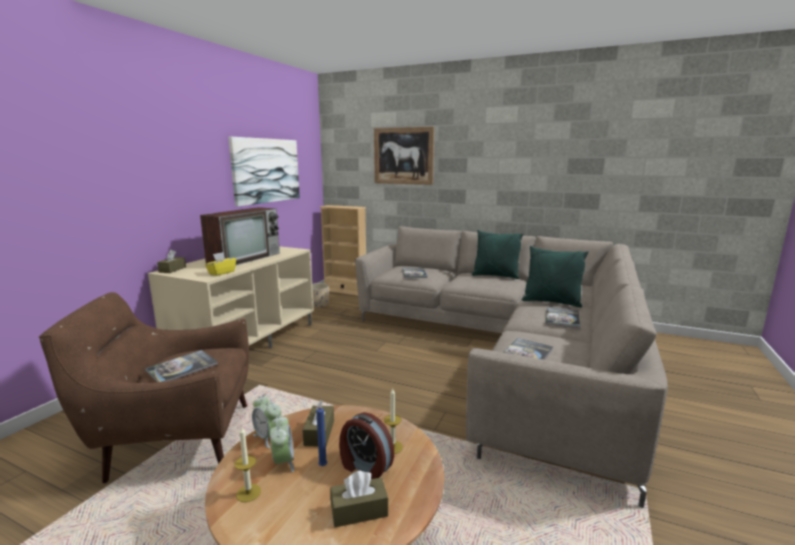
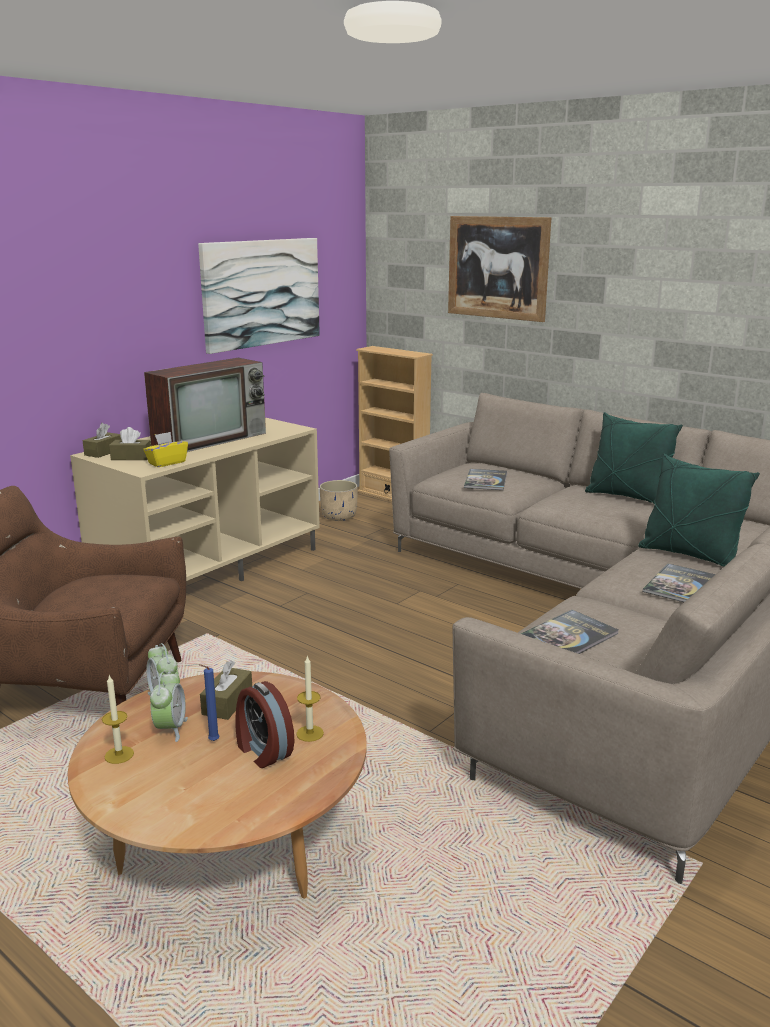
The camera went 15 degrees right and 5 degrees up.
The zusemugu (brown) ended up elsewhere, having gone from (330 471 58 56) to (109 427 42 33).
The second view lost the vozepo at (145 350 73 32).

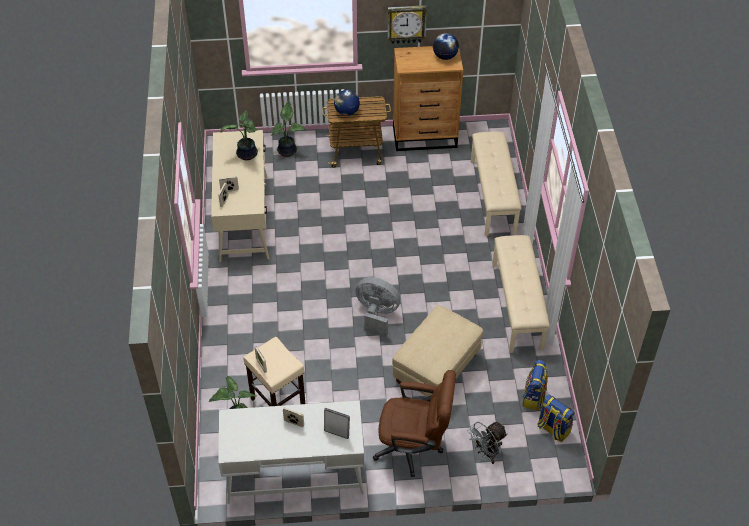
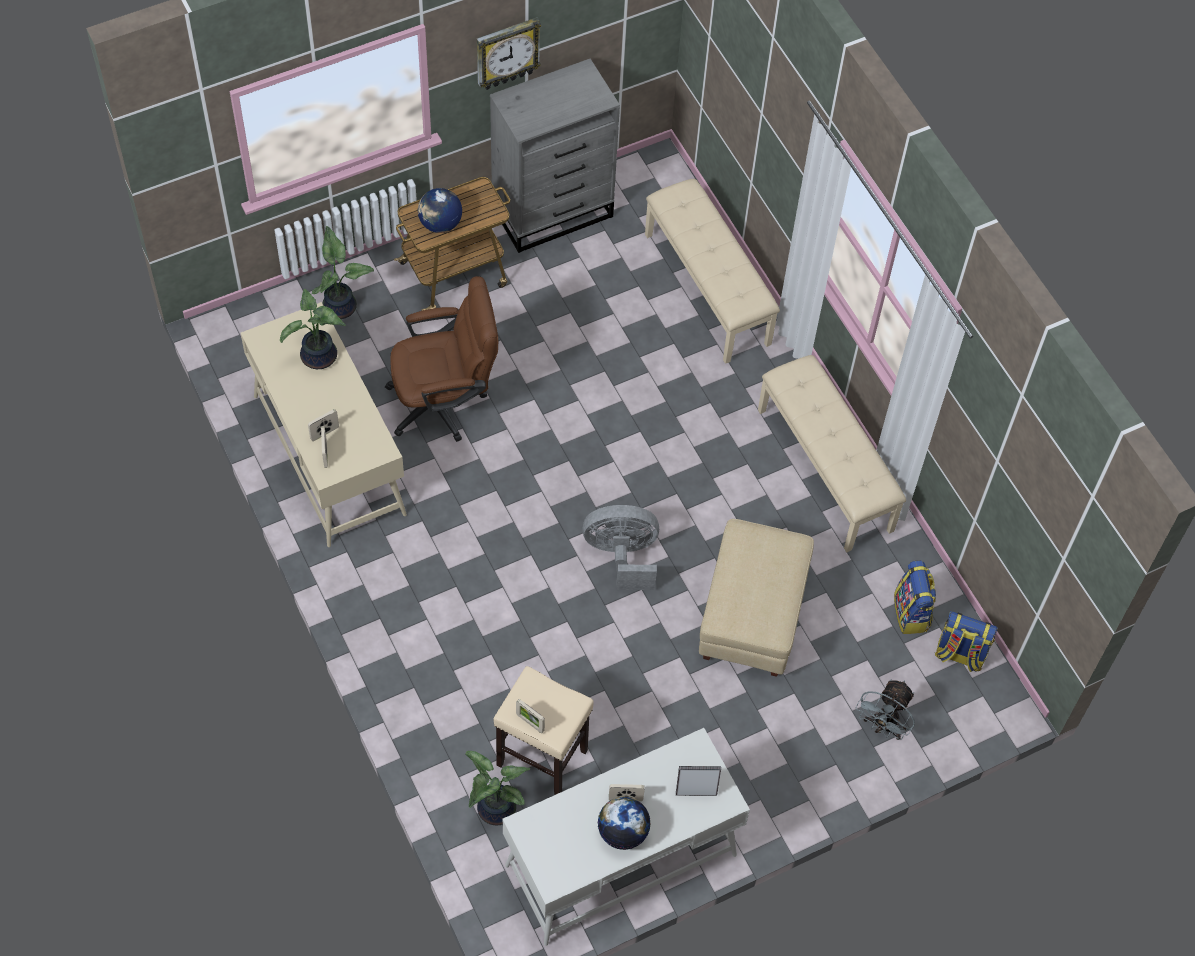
The camera went 25 degrees left and 10 degrees up.
The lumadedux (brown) ended up elsewhere, having gone from (373 370 83 107) to (385 276 113 166).
What was the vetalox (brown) at (393 46 70 105) turned into the vetalox (grey) at (490 59 130 194).
The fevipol ended up elsewhere, having gone from (433 33 26 27) to (598 796 52 54).

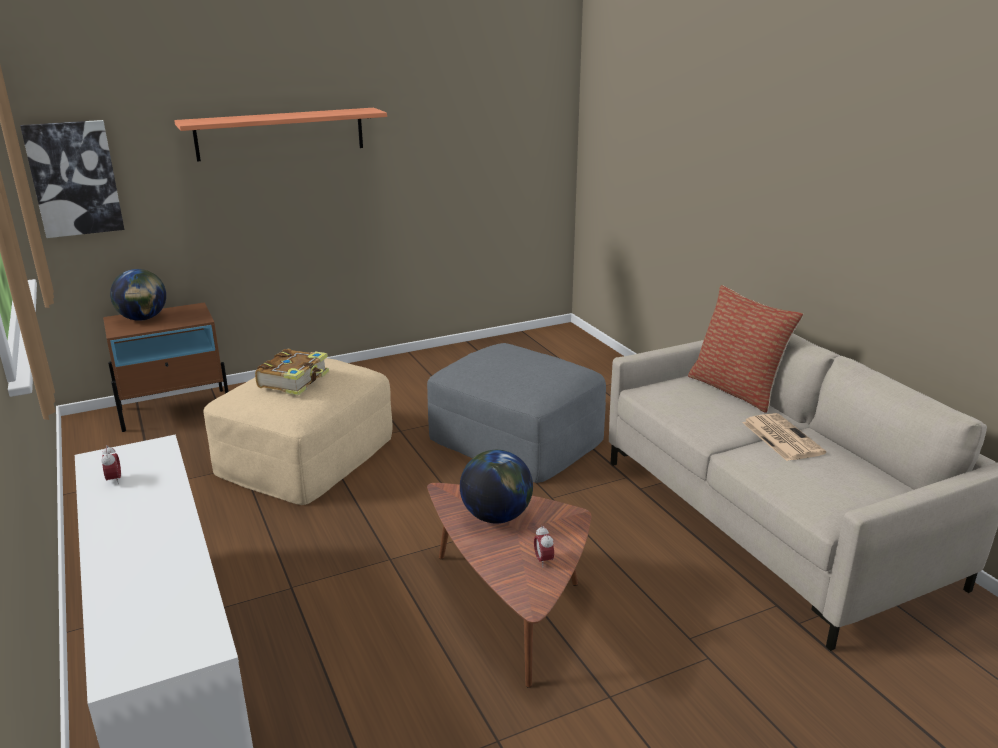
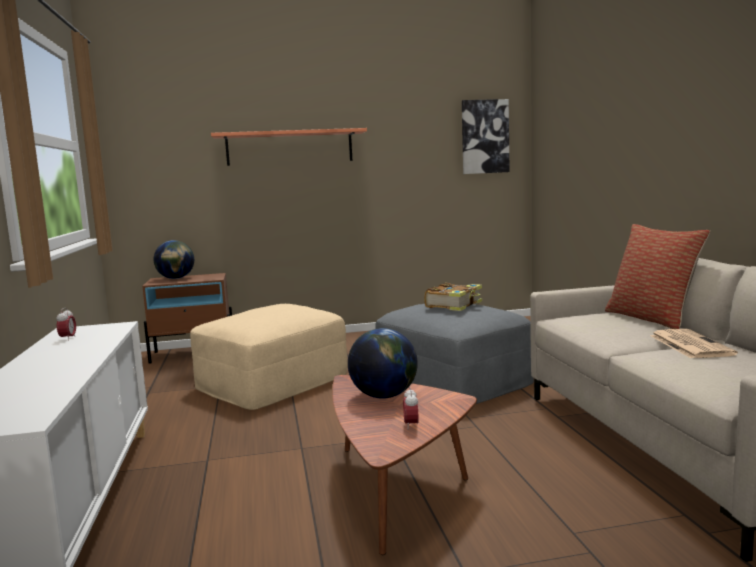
The camera went 15 degrees right and 15 degrees down.
The vozepo ended up elsewhere, having gone from (255 349 74 47) to (424 283 58 28).
The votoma ended up elsewhere, having gone from (20 120 104 118) to (462 99 47 75).

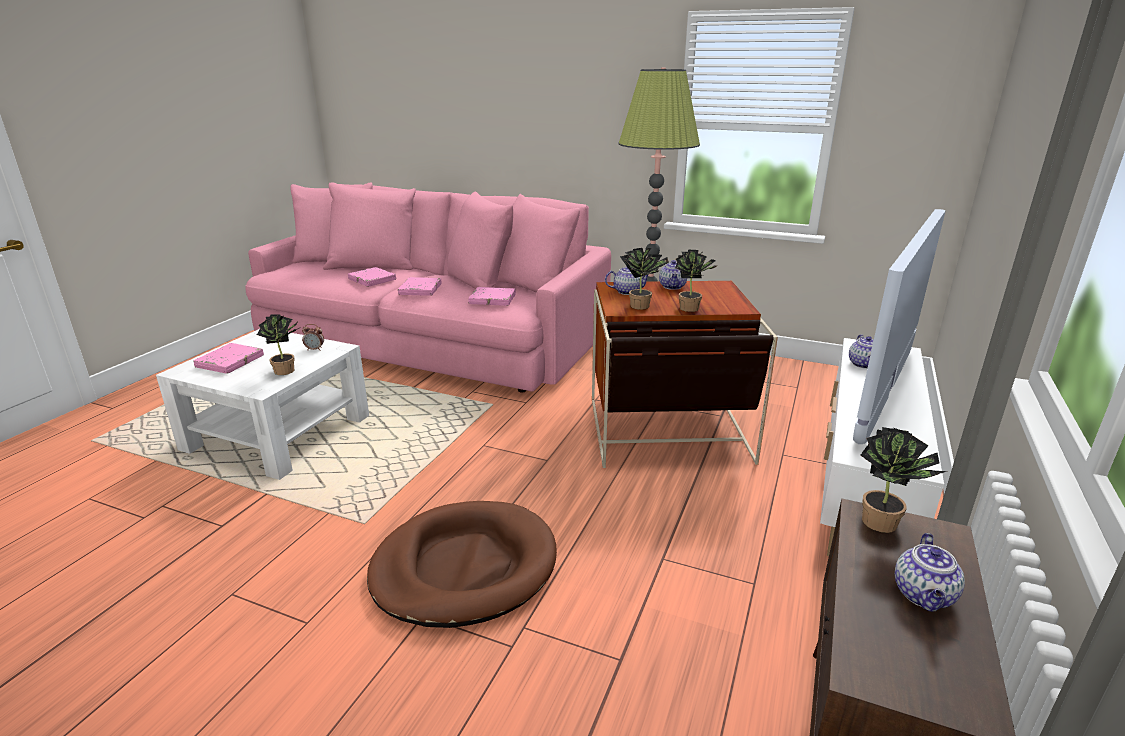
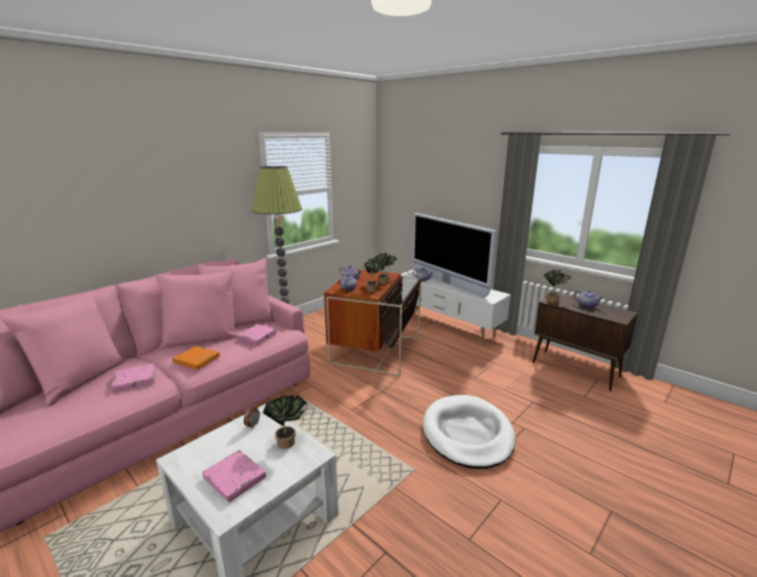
The camera went 70 degrees left and 5 degrees down.
What was the vozepo (pink) at (398 277 44 19) turned into the vozepo (orange) at (172 346 48 24).
What was the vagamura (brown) at (367 501 190 127) turned into the vagamura (white) at (423 395 92 74).

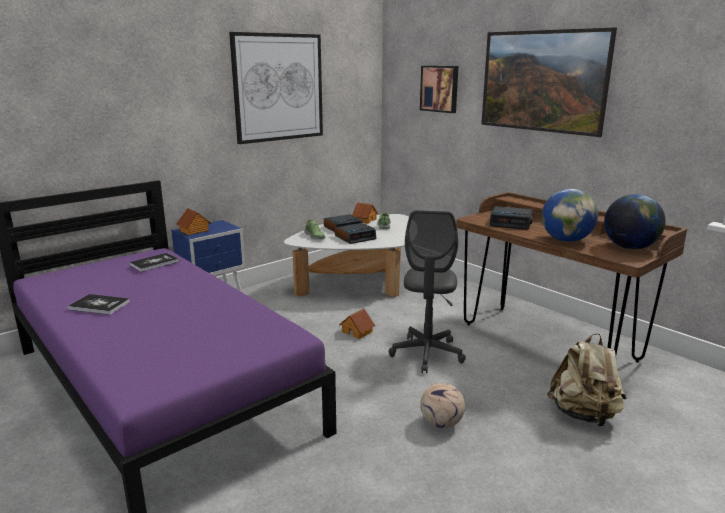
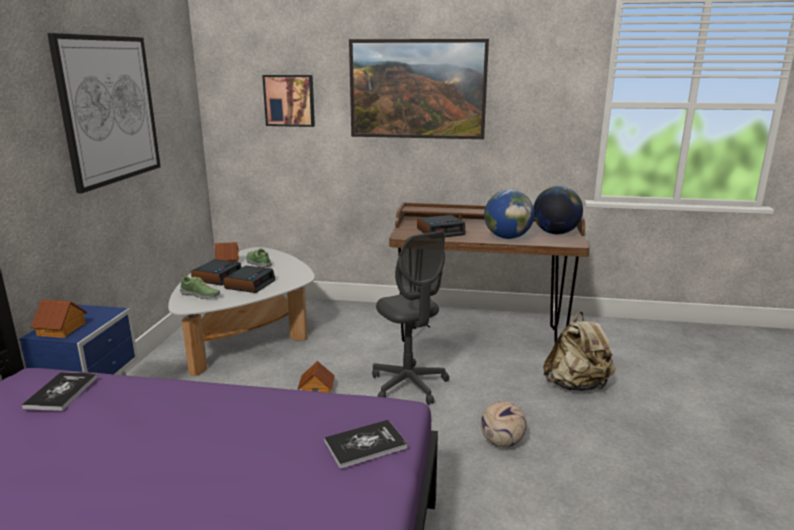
The camera went 40 degrees left and 0 degrees up.
The vozepo ended up elsewhere, having gone from (67 294 63 21) to (324 420 84 49).

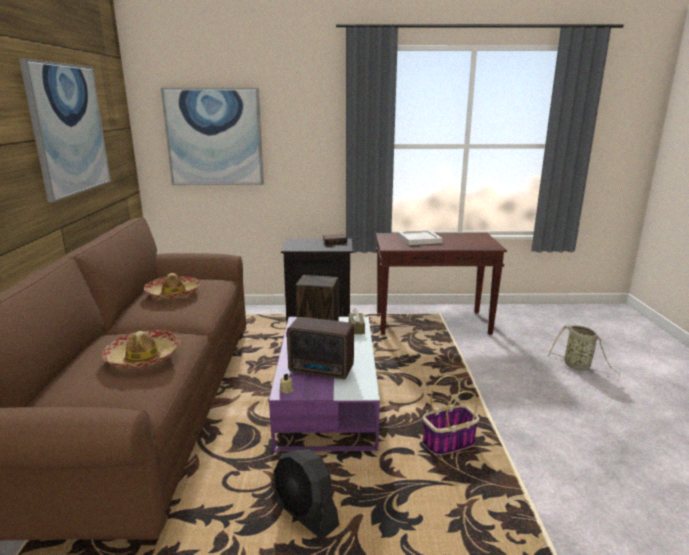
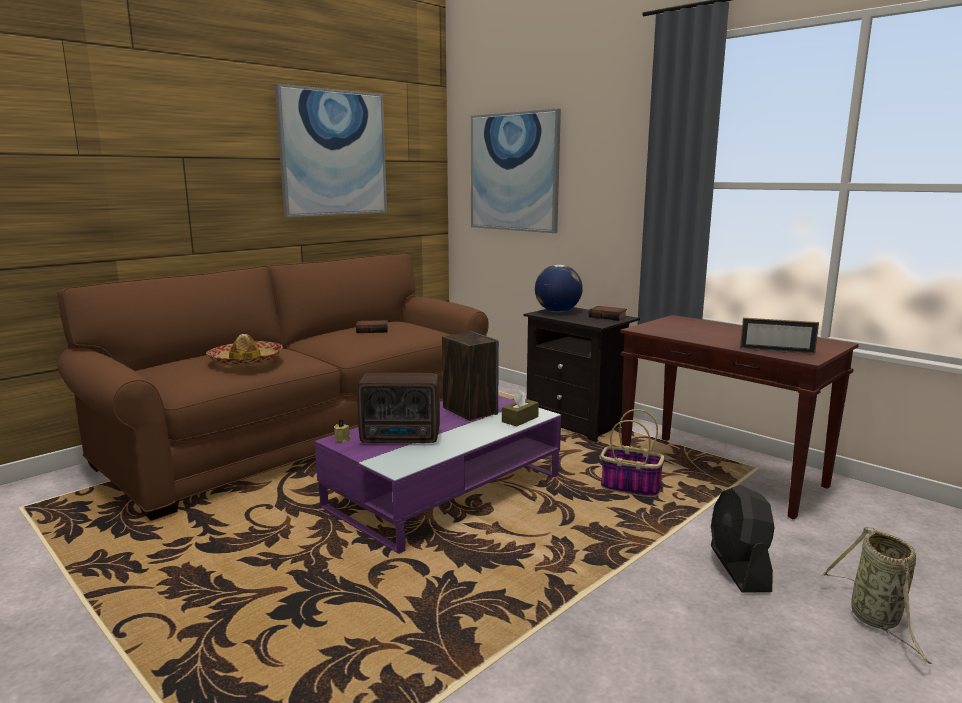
The camera went 45 degrees right and 5 degrees down.
Where the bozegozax stood at (144 273 57 26), the vozepo came to stand at (356 320 32 13).
The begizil at (287 317 67 62) ended up facing another way, 60 degrees counterclockwise from before.
The second view gained the fevipol at (535 264 48 48).
The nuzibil ended up elsewhere, having gone from (422 375 57 80) to (601 409 64 88).
The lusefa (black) ended up elsewhere, having gone from (273 449 66 91) to (711 485 64 108).
The second view gained the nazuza at (740 318 79 37).
The second view lost the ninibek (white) at (398 230 44 15).

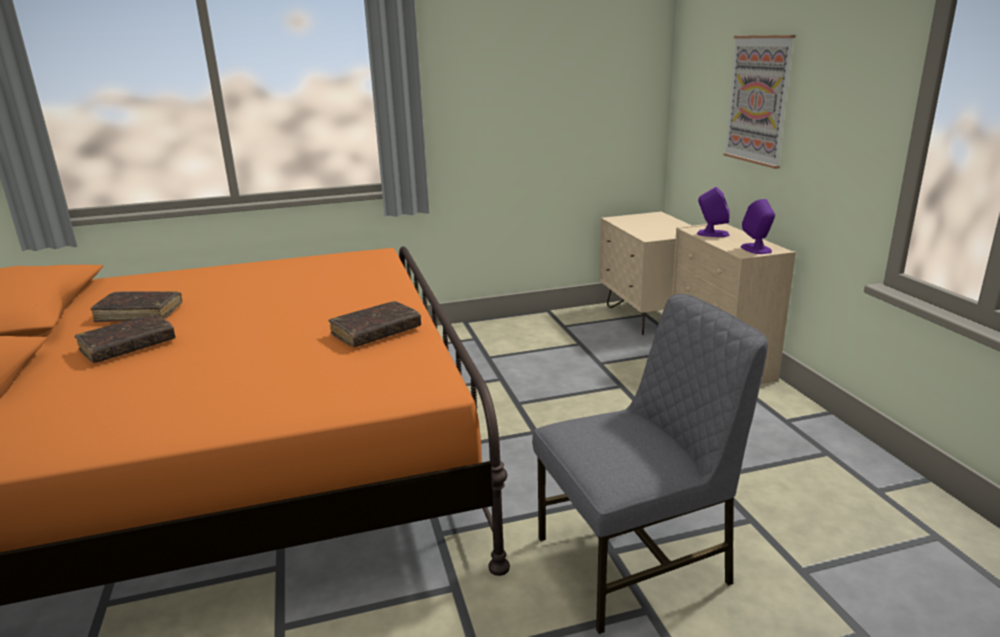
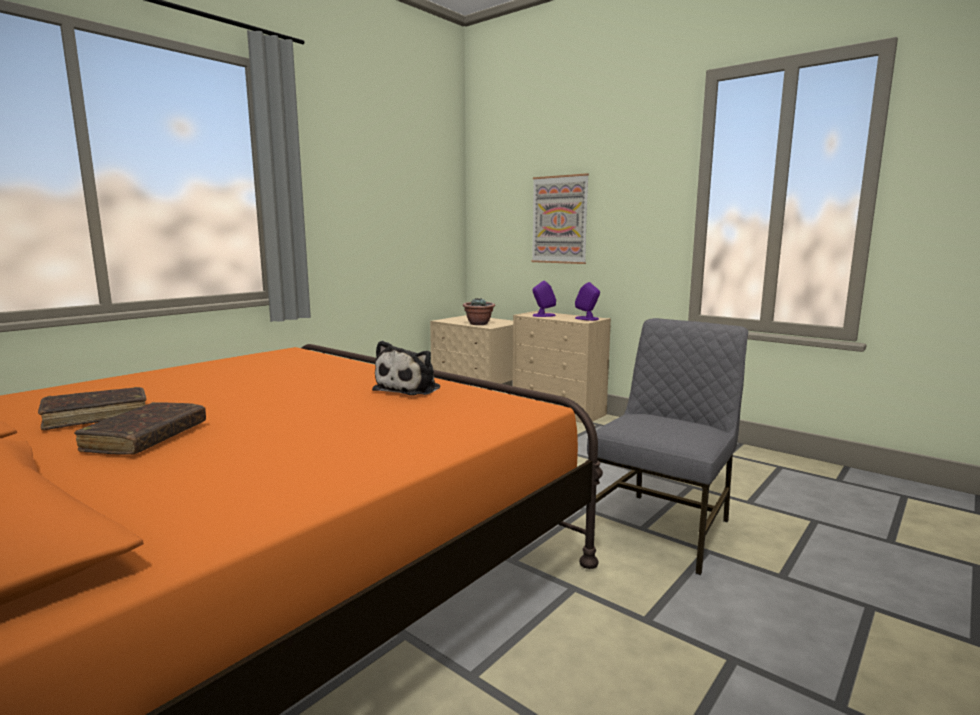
The camera went 35 degrees left and 10 degrees down.
Where the vozepo (brown) stood at (329 301 92 46), the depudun came to stand at (372 341 68 54).
The second view gained the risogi at (463 298 32 27).

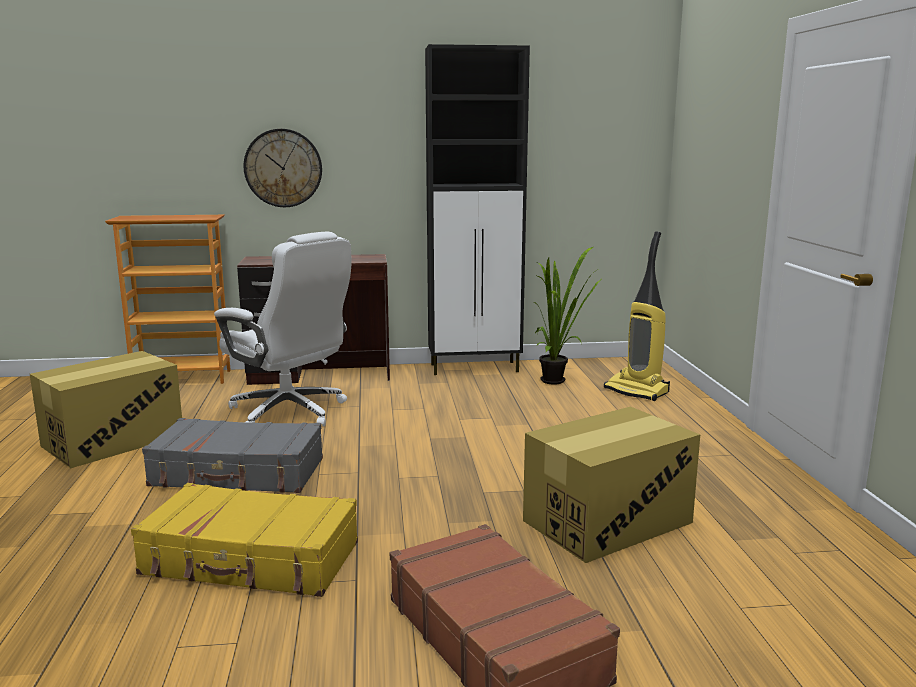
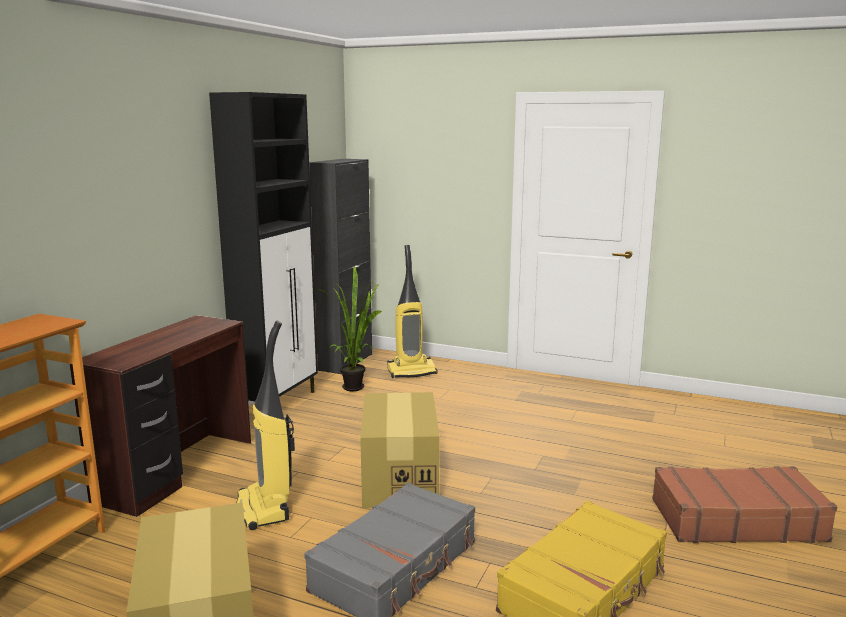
The camera went 60 degrees left and 0 degrees up.
Where the lumadedux (white) stood at (214 232 137 194), the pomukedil came to stand at (236 321 59 209).
The second view gained the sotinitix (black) at (309 159 63 215).
The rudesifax ended up elsewhere, having gone from (523 407 177 156) to (360 392 80 117).
The second view lost the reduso at (243 129 79 78).

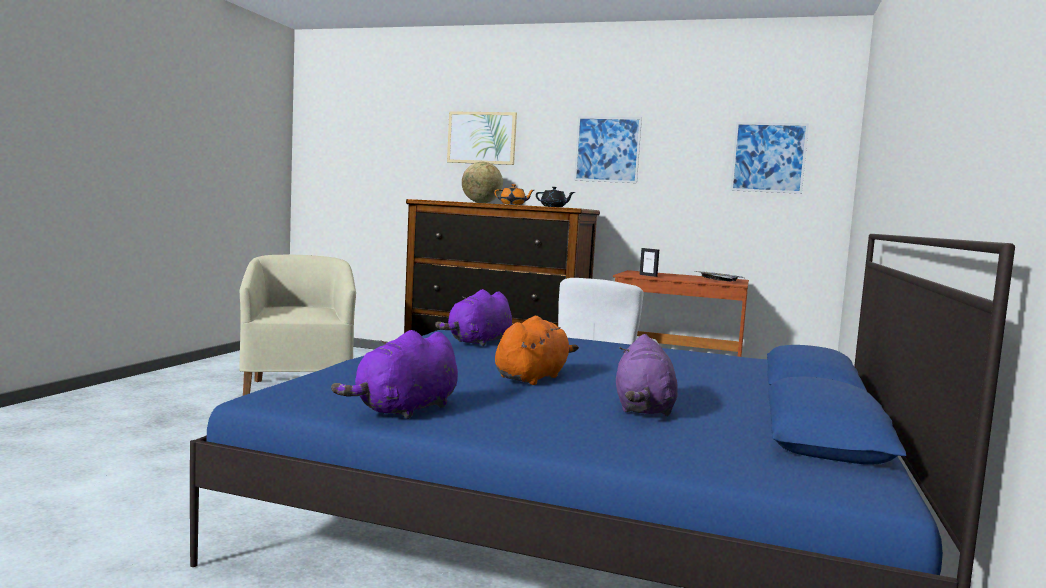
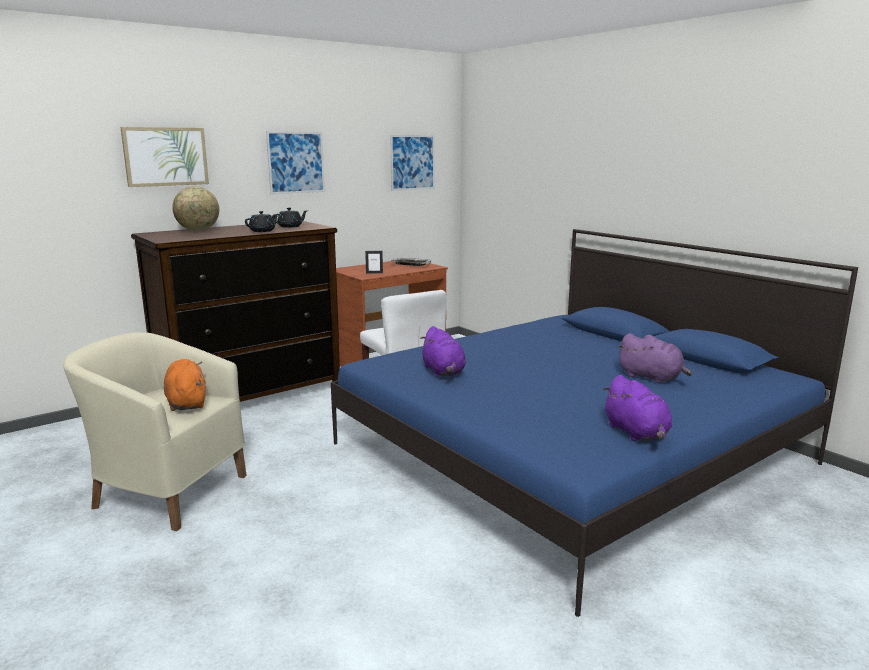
The camera went 55 degrees left and 10 degrees up.
The depudun (orange) ended up elsewhere, having gone from (495 316 84 69) to (164 359 42 52).
What was the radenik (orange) at (494 184 40 21) turned into the radenik (black) at (245 211 34 21).

